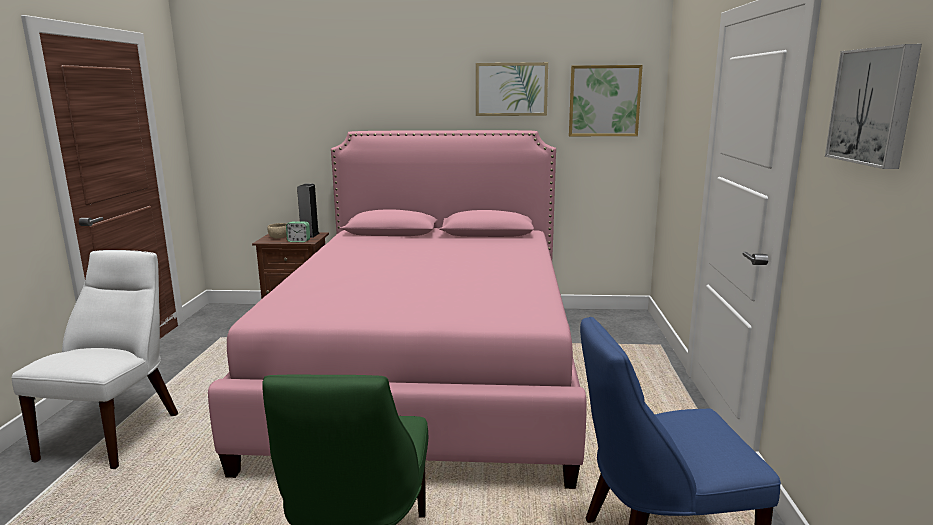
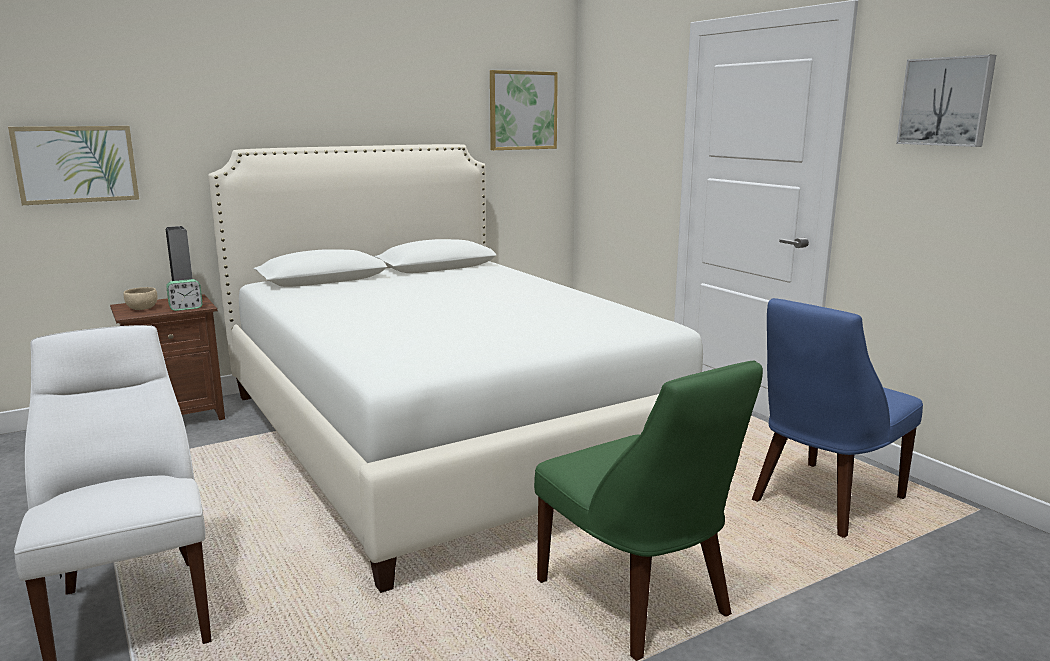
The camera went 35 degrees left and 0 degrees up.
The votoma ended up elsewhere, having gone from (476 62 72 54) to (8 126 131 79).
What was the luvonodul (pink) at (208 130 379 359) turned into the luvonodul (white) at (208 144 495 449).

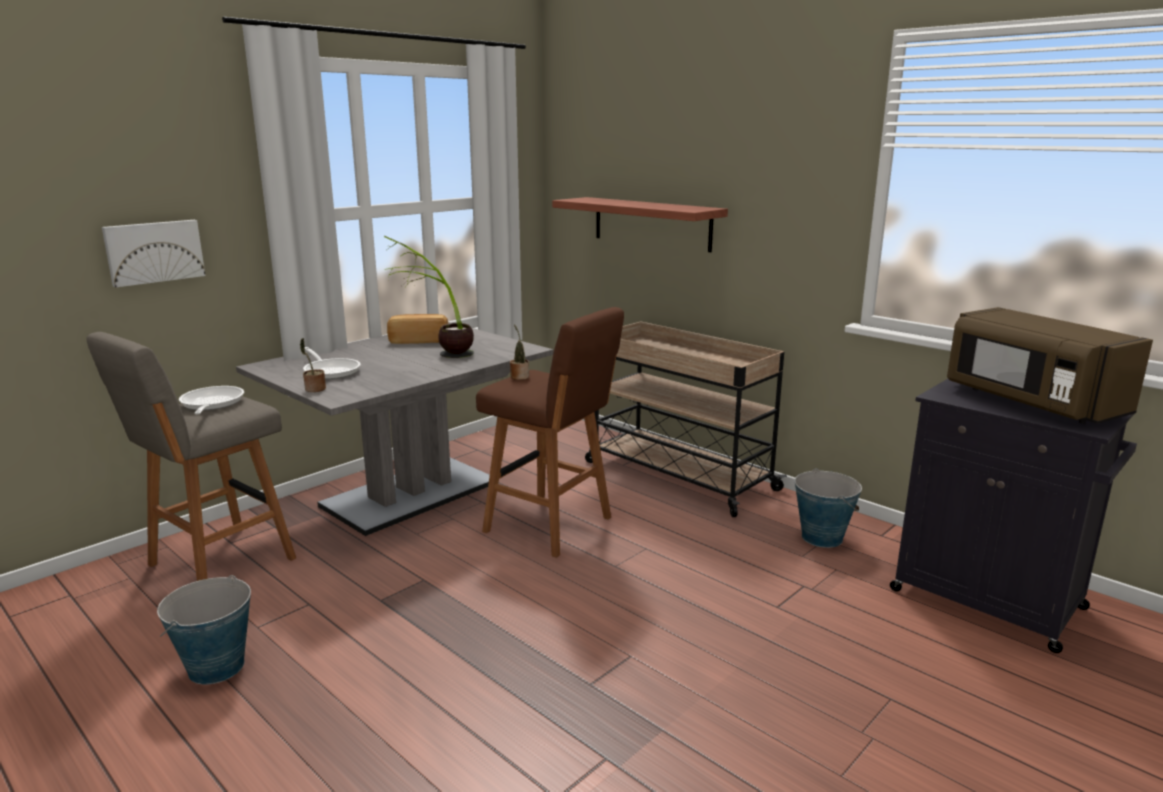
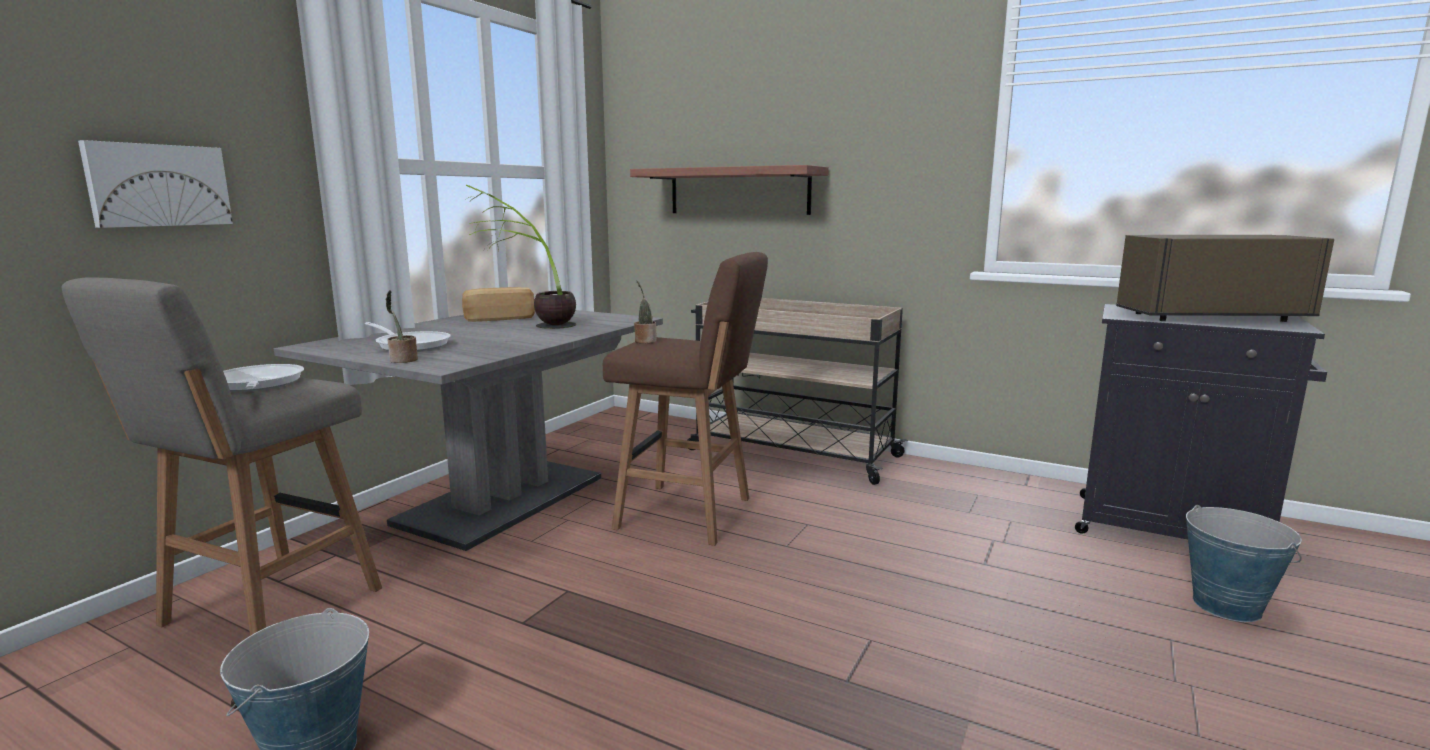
The camera went 15 degrees left and 5 degrees down.
The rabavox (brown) at (947 307 206 117) ended up facing another way, 135 degrees clockwise from before.
The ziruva ended up elsewhere, having gone from (795 468 67 80) to (1186 505 116 117).

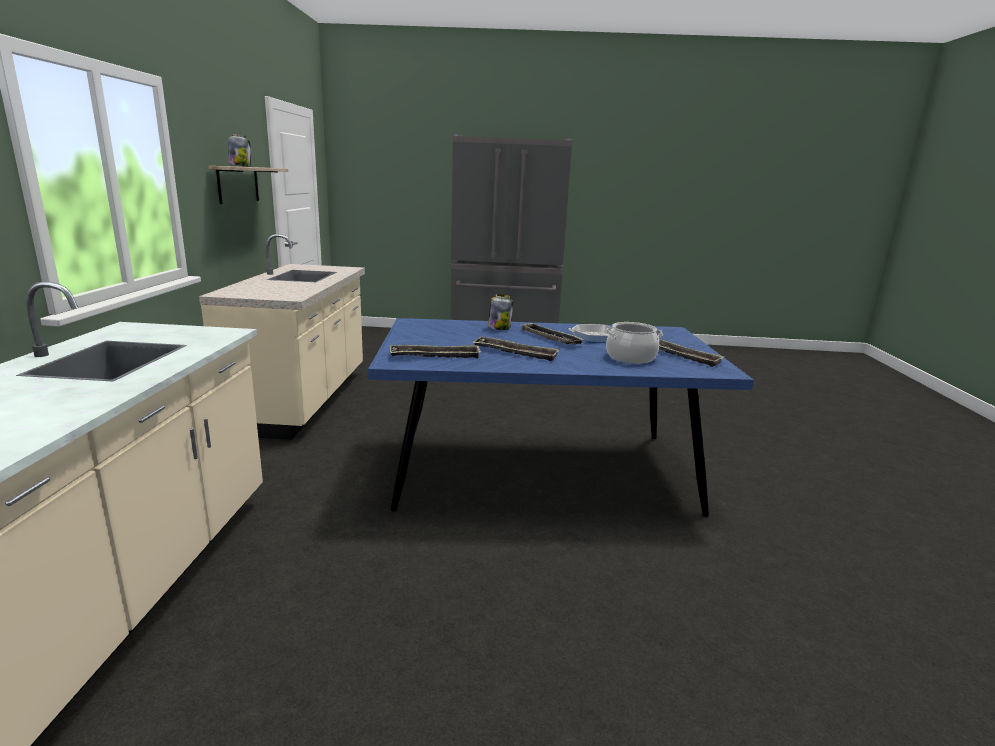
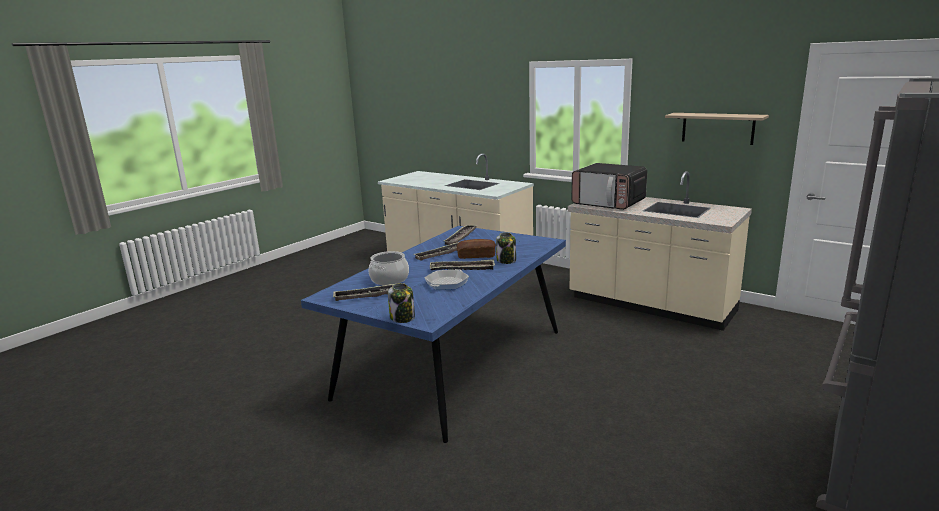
The camera went 125 degrees right and 0 degrees up.
The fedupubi ended up elsewhere, having gone from (228 134 23 33) to (388 283 27 40).
The second view gained the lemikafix at (457 239 39 20).
The second view gained the rabavox at (571 163 76 47).

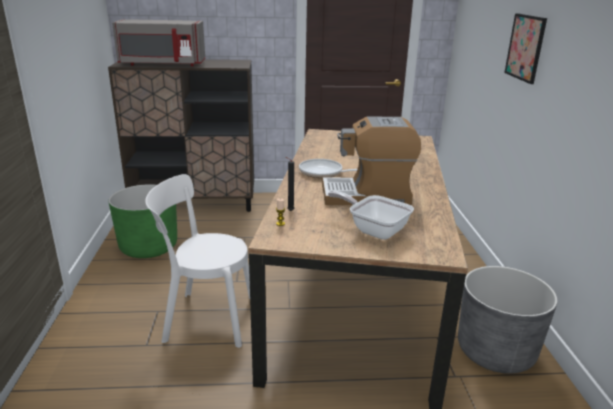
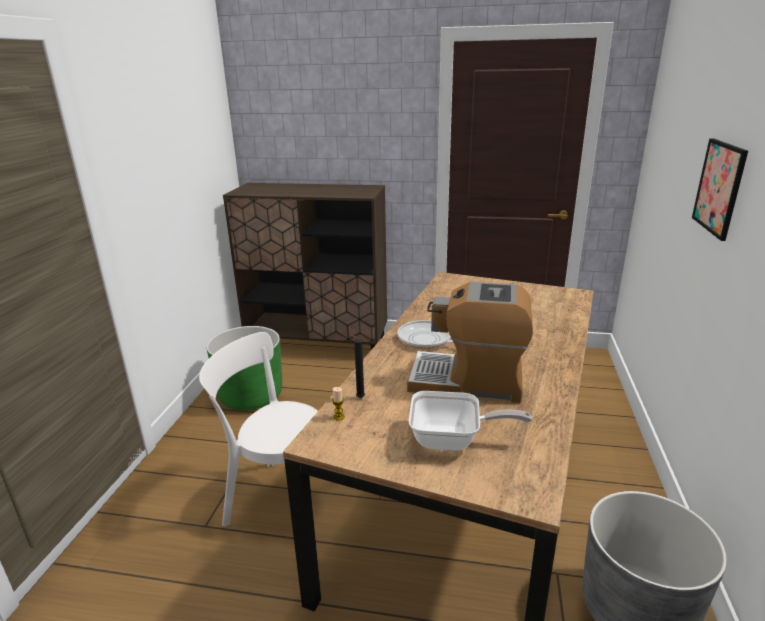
The camera went 15 degrees right and 0 degrees up.
The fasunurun at (328 191 86 49) ended up facing another way, 135 degrees clockwise from before.
The second view lost the rabavox (grey) at (112 19 93 47).

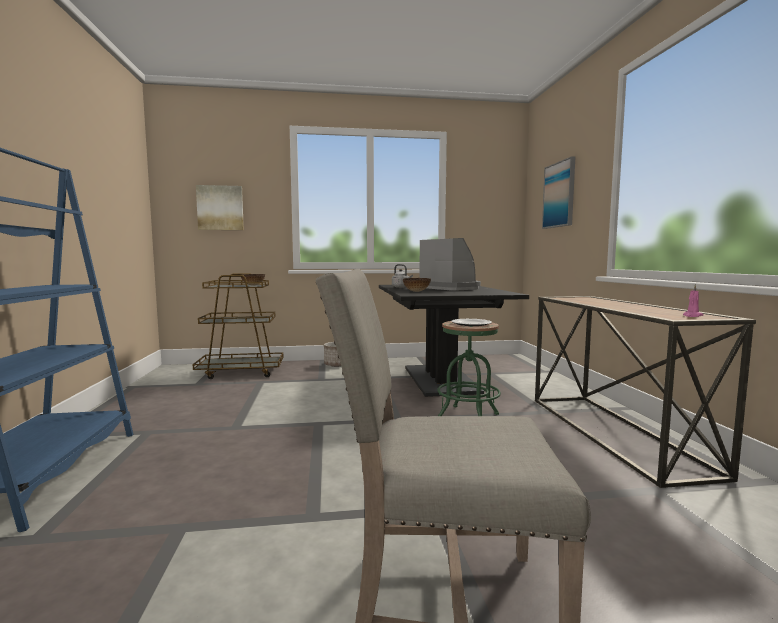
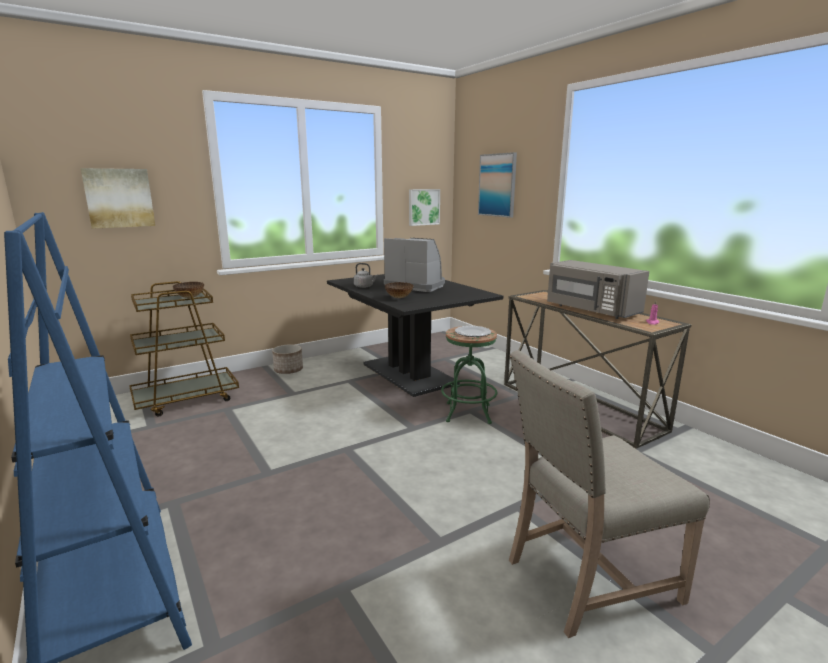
The camera went 25 degrees left and 10 degrees up.
The second view gained the votoma at (409 189 31 37).
The second view gained the rabavox (grey) at (547 260 102 59).

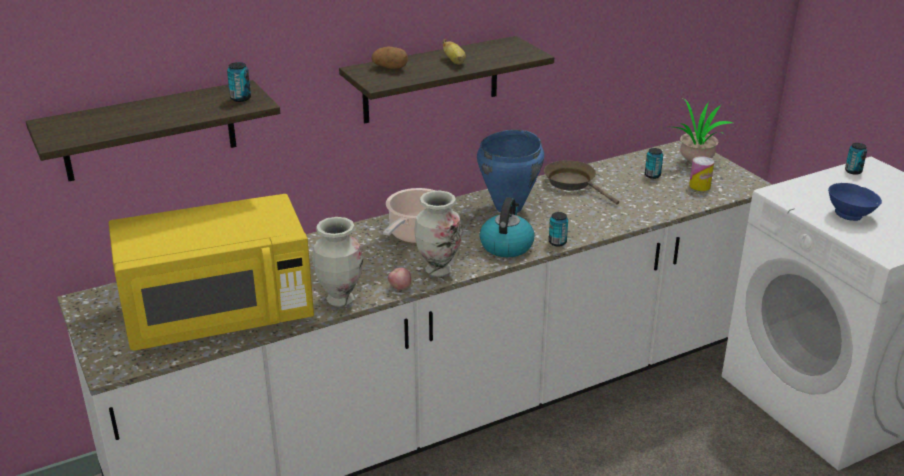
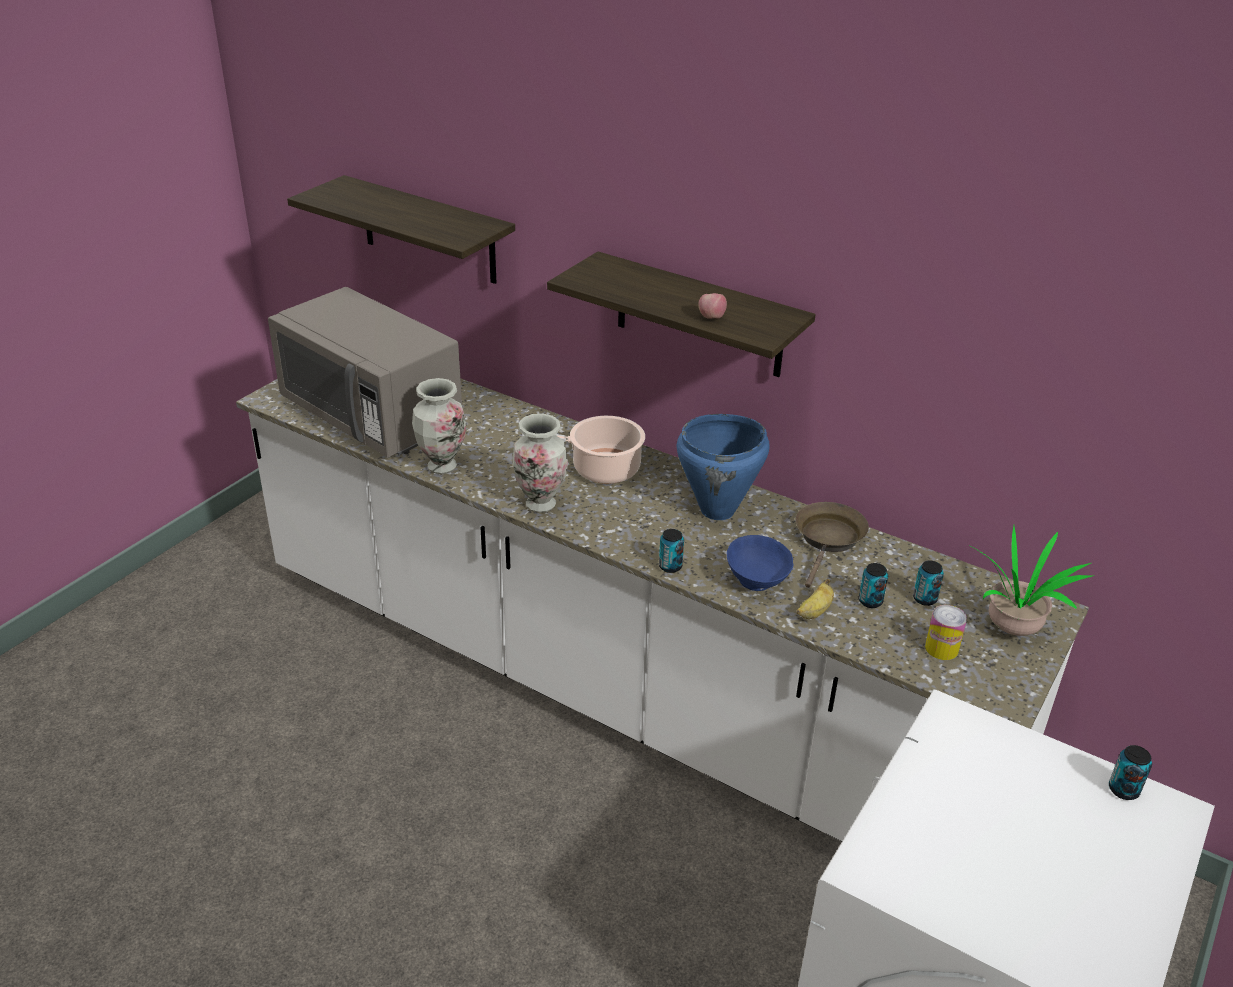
The camera went 60 degrees right and 5 degrees up.
What was the rabavox (yellow) at (109 194 205 157) turned into the rabavox (grey) at (268 287 194 171).
The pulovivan ended up elsewhere, having gone from (388 268 23 22) to (699 293 28 26).
The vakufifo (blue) ended up elsewhere, having gone from (828 183 54 38) to (727 535 66 56).
The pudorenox ended up elsewhere, having gone from (443 39 23 26) to (797 579 37 40).
The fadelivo ended up elsewhere, having gone from (227 62 24 40) to (859 563 29 45).
The second view lost the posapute at (371 47 37 22).
The second view lost the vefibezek at (479 197 56 60).

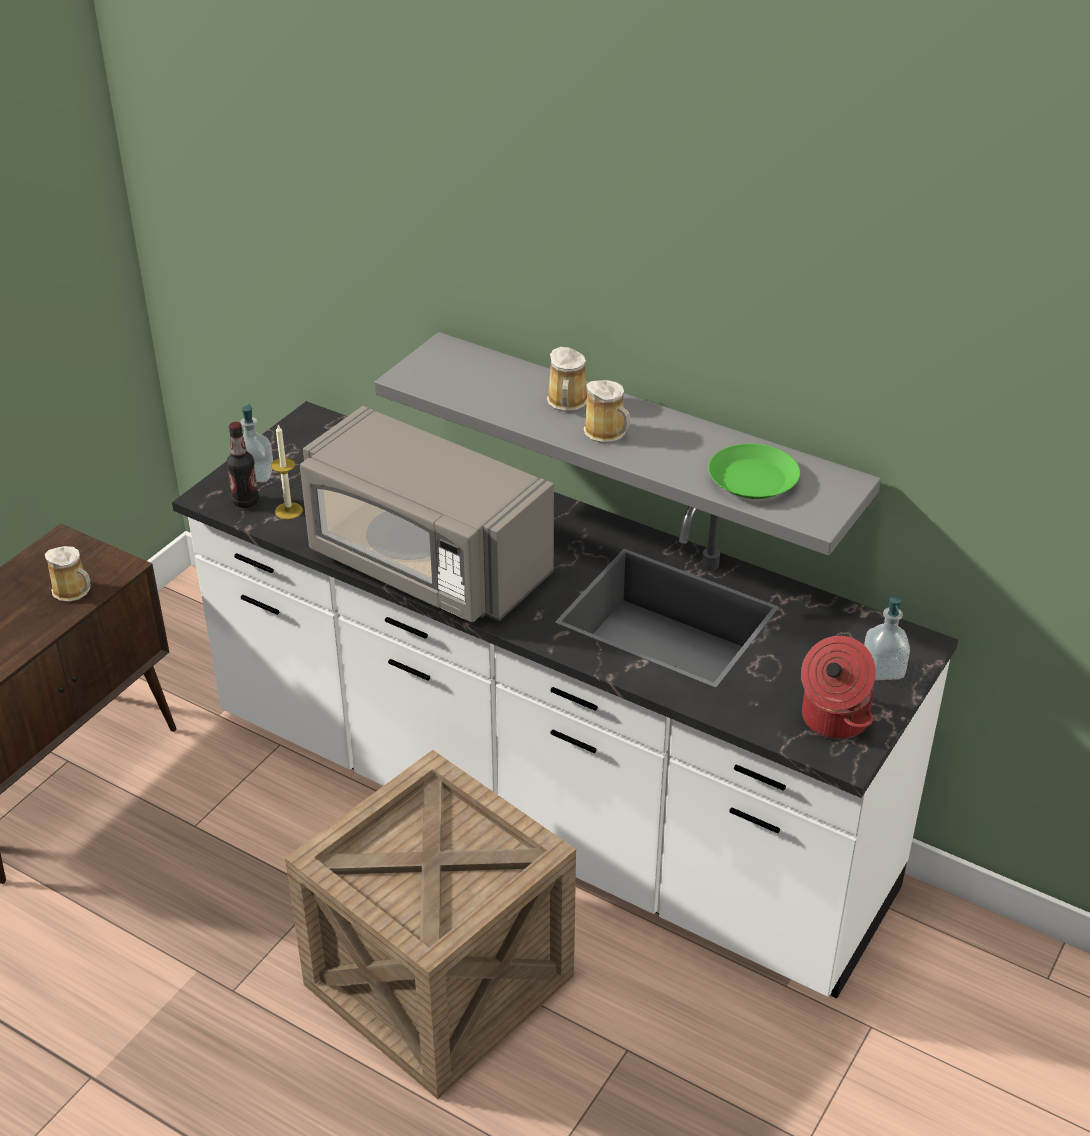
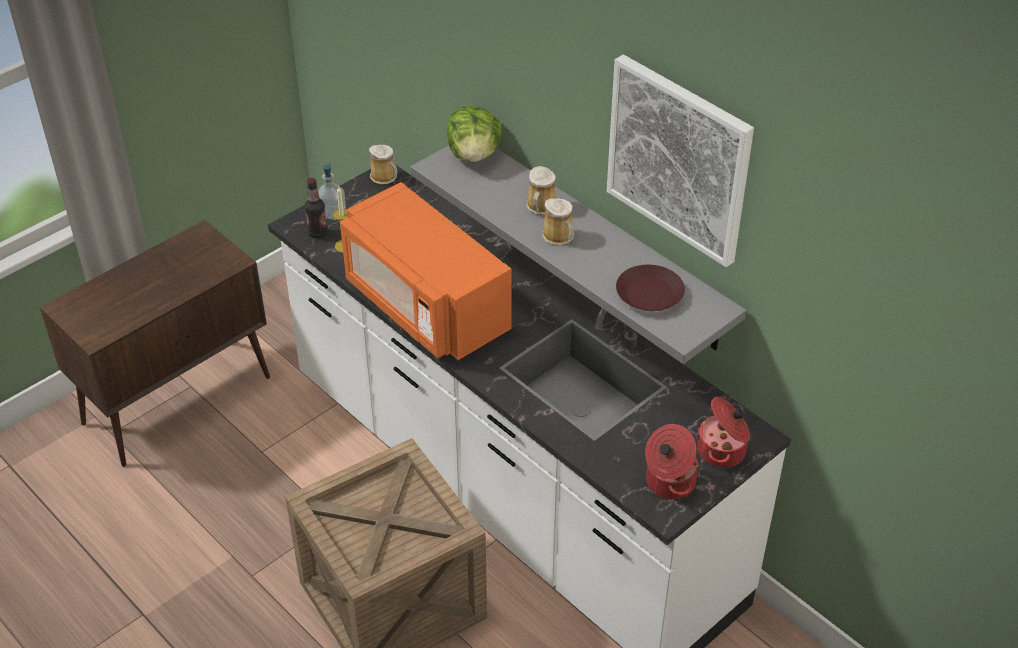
The camera went 15 degrees right and 5 degrees up.
What was the rabavox (grey) at (300 406 254 216) turned into the rabavox (orange) at (340 182 172 178).
The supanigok ended up elsewhere, having gone from (45 546 46 56) to (369 145 28 40).
The second view gained the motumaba at (447 105 56 58).
The second view gained the votoma at (607 54 147 213).
What was the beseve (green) at (708 443 92 56) turned into the beseve (brown) at (616 265 69 46).
Where the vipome stood at (864 596 46 84), the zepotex came to stand at (696 397 54 71).

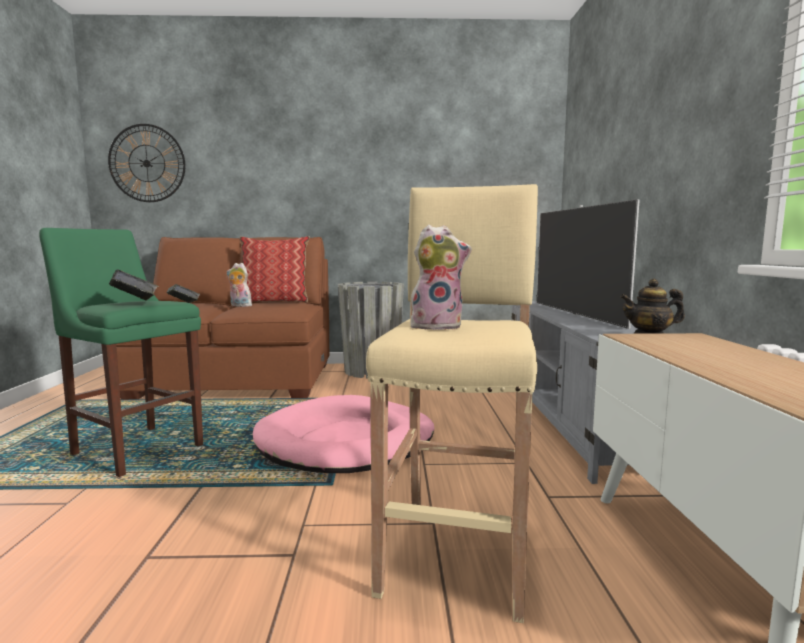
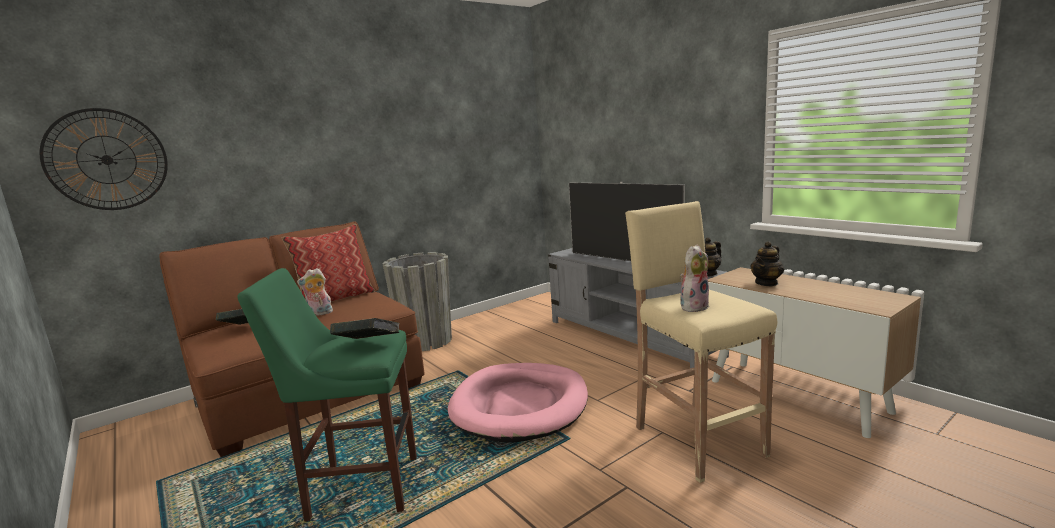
The camera went 35 degrees left and 5 degrees up.
The second view gained the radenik at (750 241 34 45).

